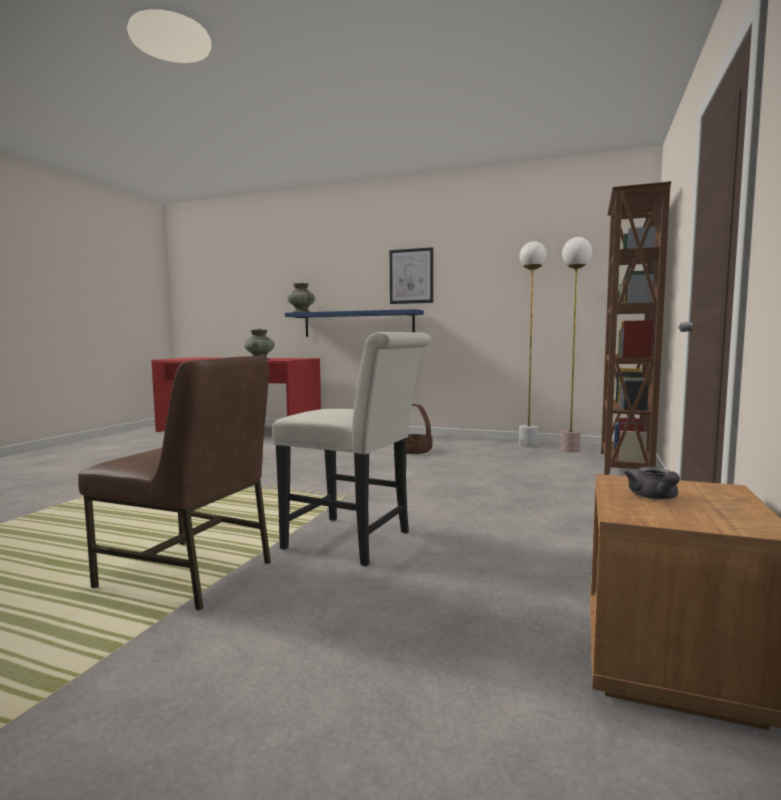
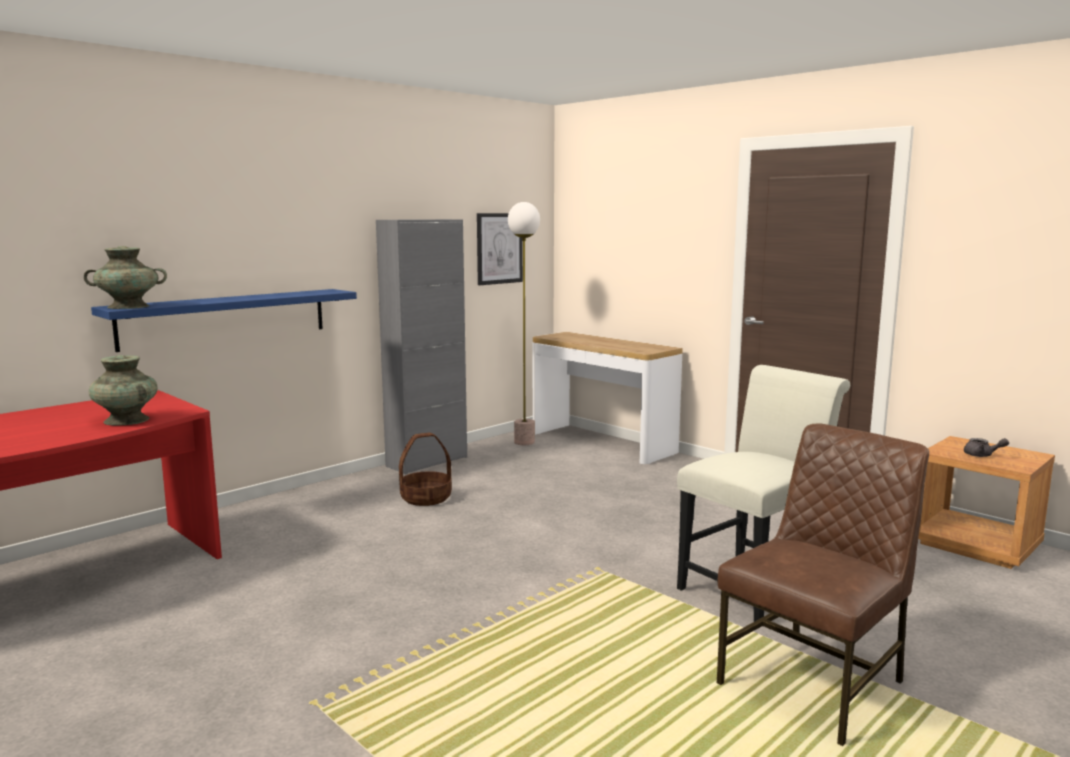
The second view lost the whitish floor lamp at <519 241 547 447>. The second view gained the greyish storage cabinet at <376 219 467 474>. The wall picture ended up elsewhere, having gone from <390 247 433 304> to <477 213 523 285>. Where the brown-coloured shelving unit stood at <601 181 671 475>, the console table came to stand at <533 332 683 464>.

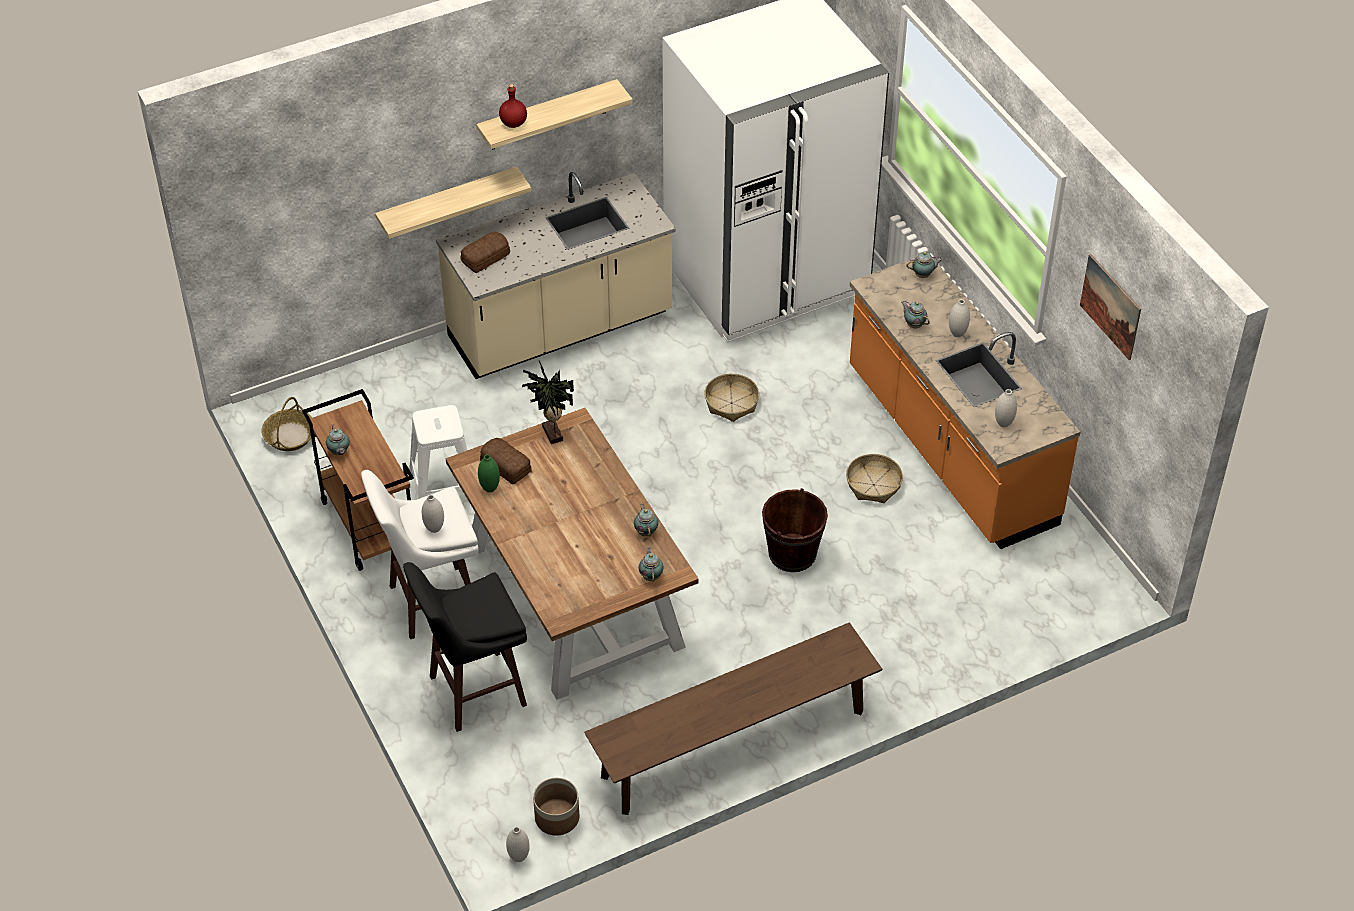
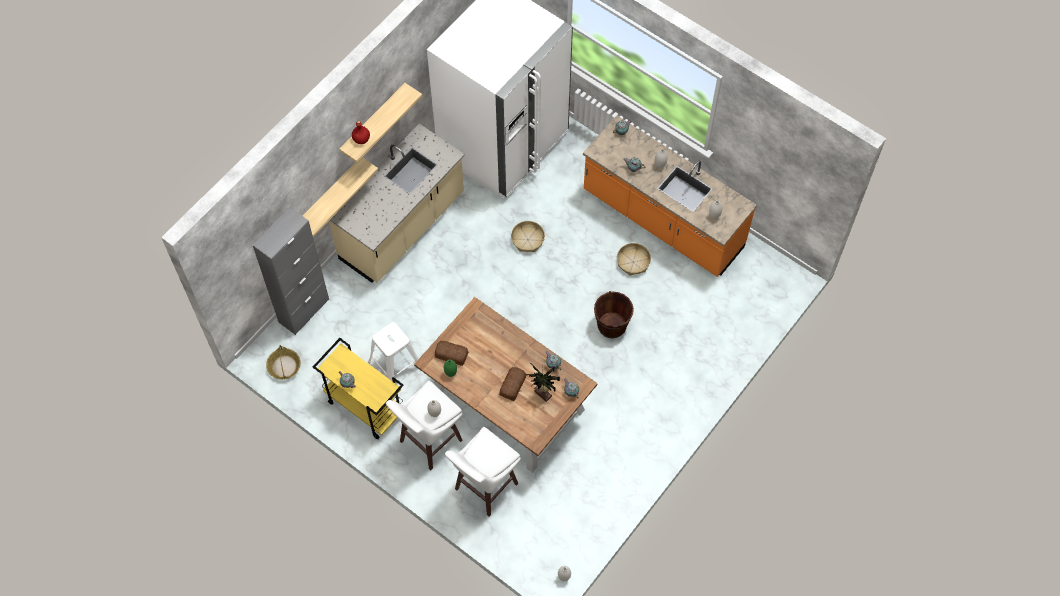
The second view lost the flower pot at <533 778 579 836>. The second view lost the brown-coloured long seat at <584 622 882 815>. The second view lost the wall picture at <1080 254 1141 360>. The second view gained the greyish storage cabinet at <253 208 329 335>. The bakery bread ended up elsewhere, having gone from <460 232 510 273> to <499 367 526 401>. The plant in a pot ended up elsewhere, having gone from <522 361 574 444> to <526 363 560 402>. What was the brown-coloured cart at <302 389 414 571> turned into the yellow cart at <313 338 404 439>. What was the blackish sitting stool at <403 562 527 732> turned into the whitish sitting stool at <445 427 521 517>.

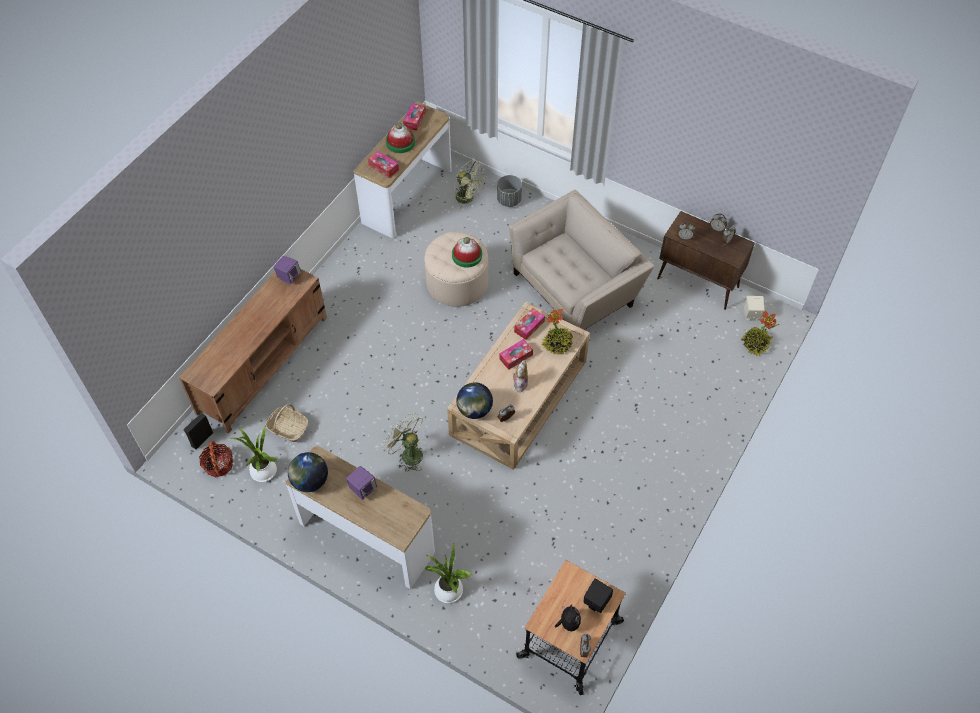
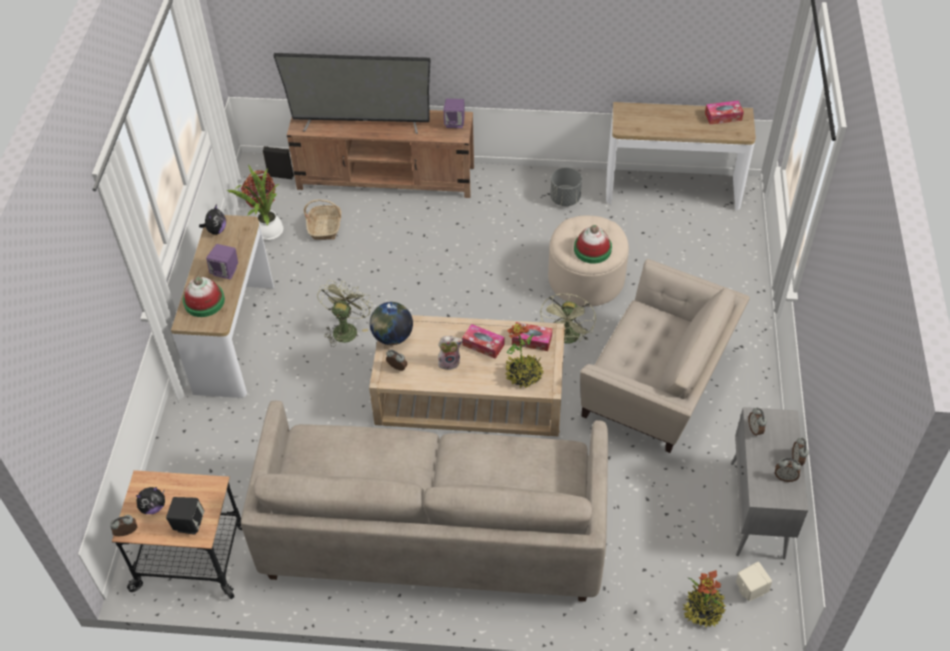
The second view lost the tissue box at <368 151 399 178>. The second view lost the plant in a pot at <425 544 472 603>. The second view gained the beige settee at <241 401 608 602>. The second view gained the television at <273 53 431 134>. The clothing hat ended up elsewhere, having gone from <386 123 415 153> to <183 276 225 317>. The greenish cooling fan ended up elsewhere, having gone from <454 160 487 209> to <540 294 596 344>. The greyish flower pot ended up elsewhere, having gone from <497 175 522 207> to <550 168 582 206>. Where the desk globe stood at <288 452 328 492>, the plush toy came to stand at <199 204 226 235>. What was the brown-coloured storage cabinet at <657 211 755 310> turned into the greyish storage cabinet at <731 407 808 560>.

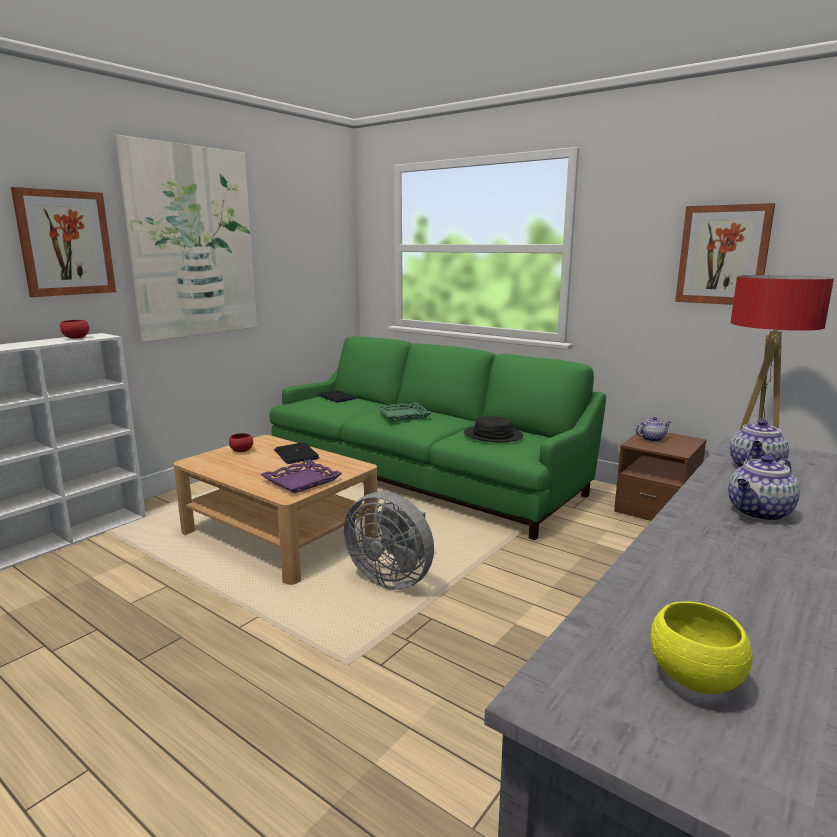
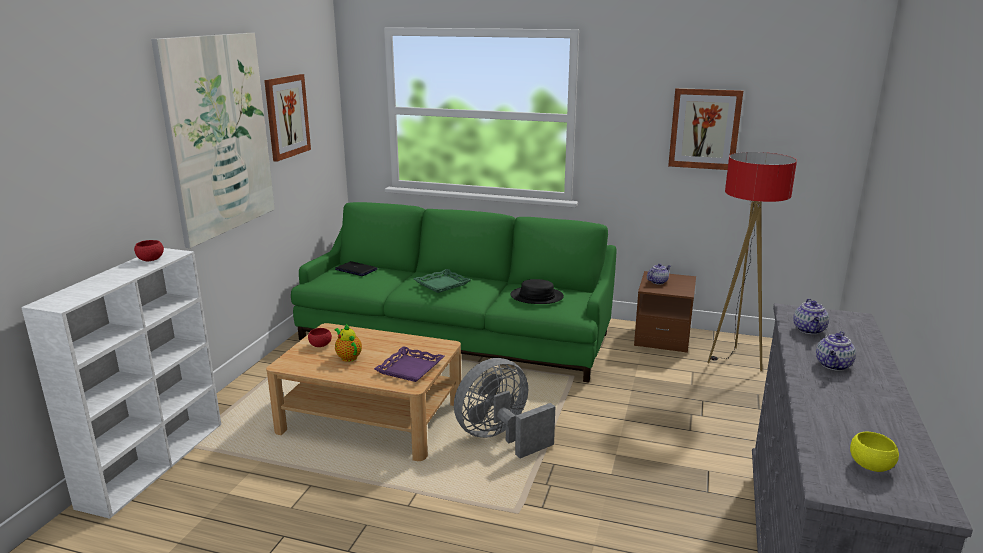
The second view lost the notebook computer at <274 442 319 464>. The second view gained the tea pot at <335 324 362 362>. The wall picture ended up elsewhere, having gone from <11 187 116 297> to <264 74 311 162>. The greyish cooling fan at <344 492 434 590> ended up facing another way, 135 degrees clockwise from before.

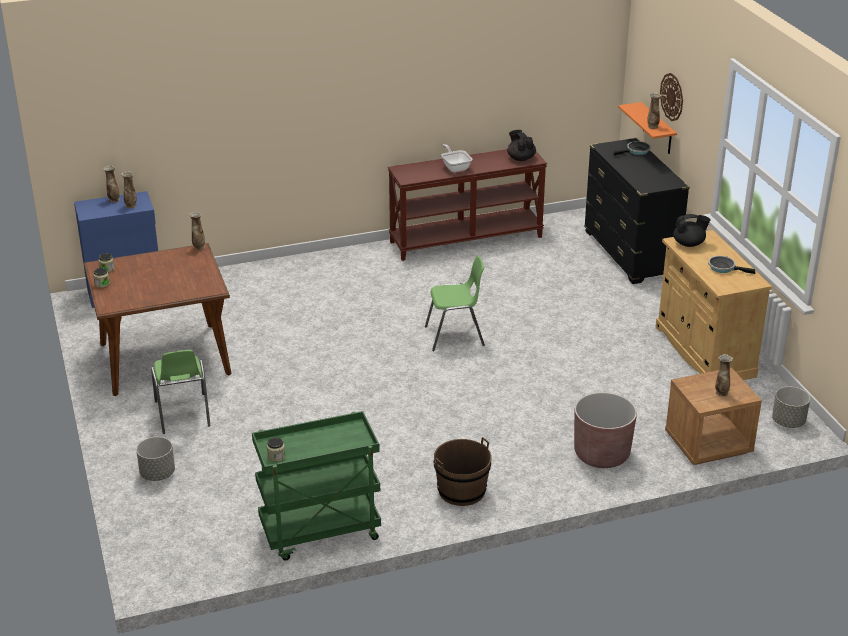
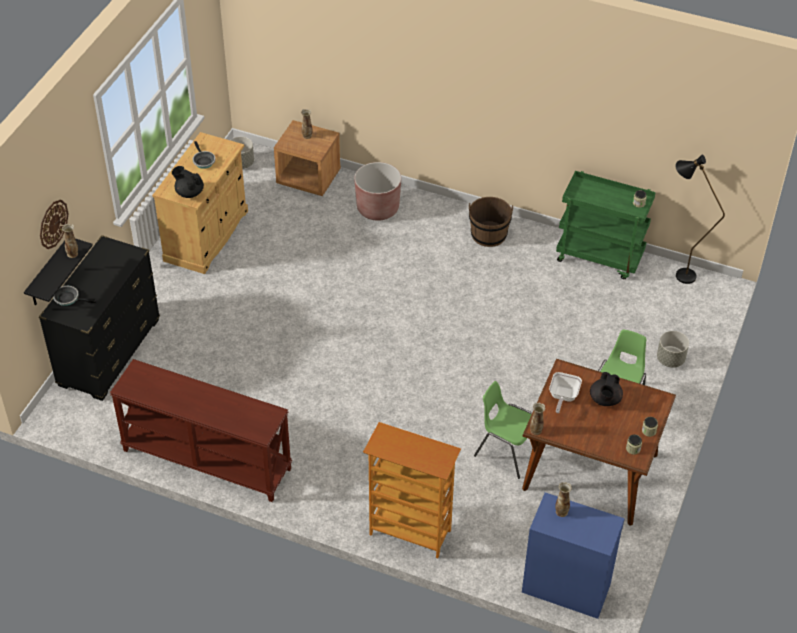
The second view lost the vase at <103 165 120 203>. The second view gained the shelving unit at <363 422 461 558>. The second view gained the blackish floor lamp at <676 155 725 284>. The greenish upright chair ended up elsewhere, having gone from <425 256 485 351> to <474 381 532 479>. The skillet ended up elsewhere, having gone from <441 144 472 172> to <549 372 582 413>. The blackish tea pot ended up elsewhere, having gone from <507 130 536 161> to <590 372 623 406>. What was the orangey shelf at <618 102 677 154> turned into the blackish shelf at <24 239 93 305>.

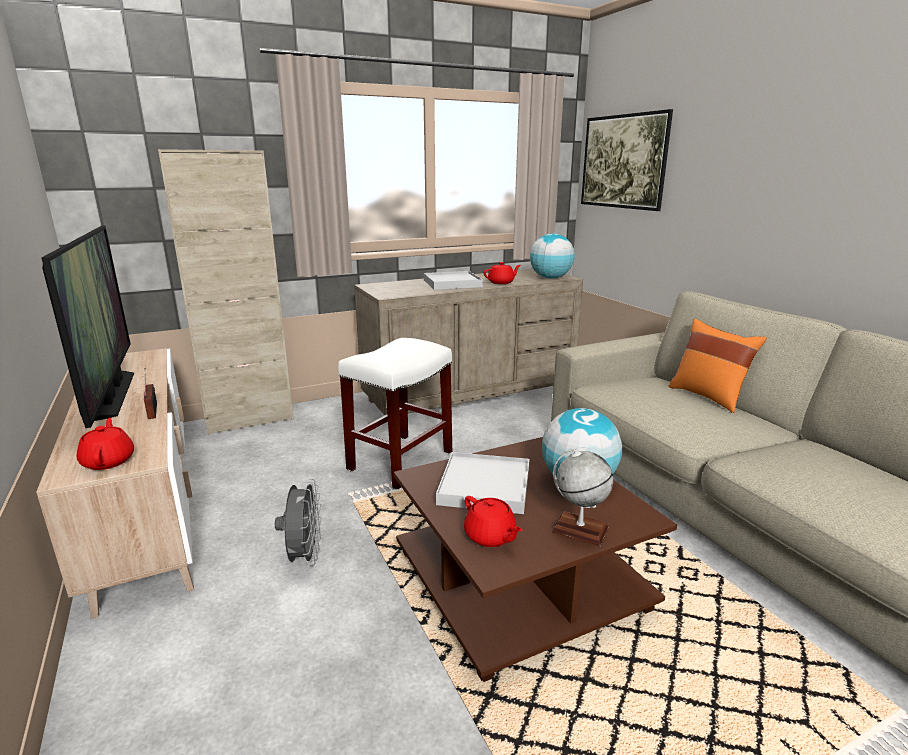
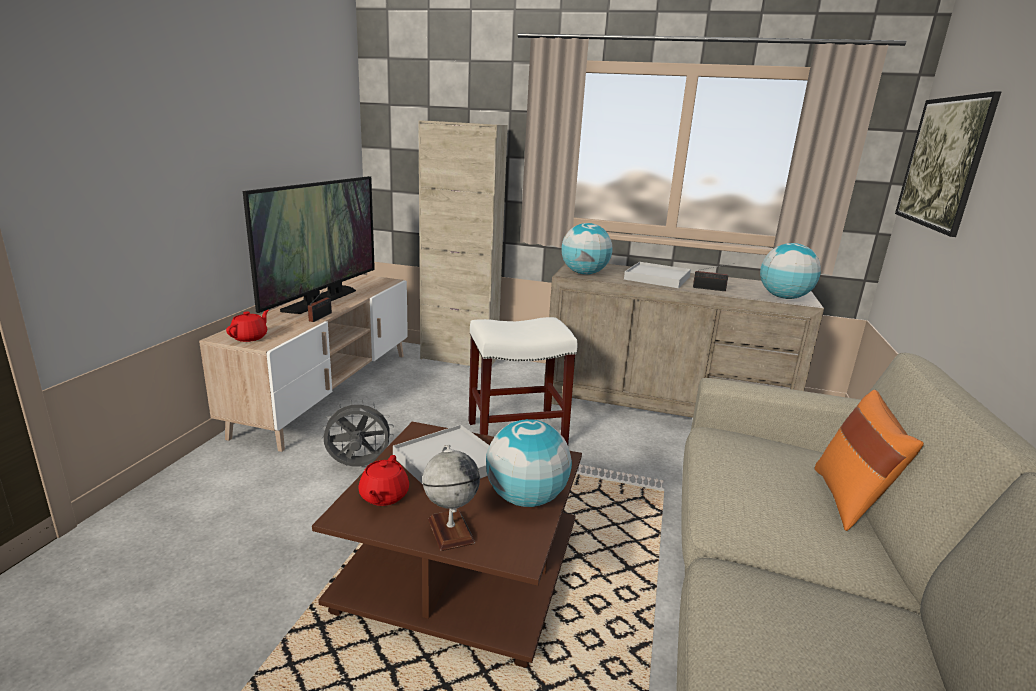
The second view gained the desk globe at <562 223 612 275>. Where the red tea pot stood at <484 262 520 284>, the radio set came to stand at <693 263 733 291>. The greyish cooling fan at <275 479 322 566> ended up facing another way, 135 degrees counterclockwise from before.

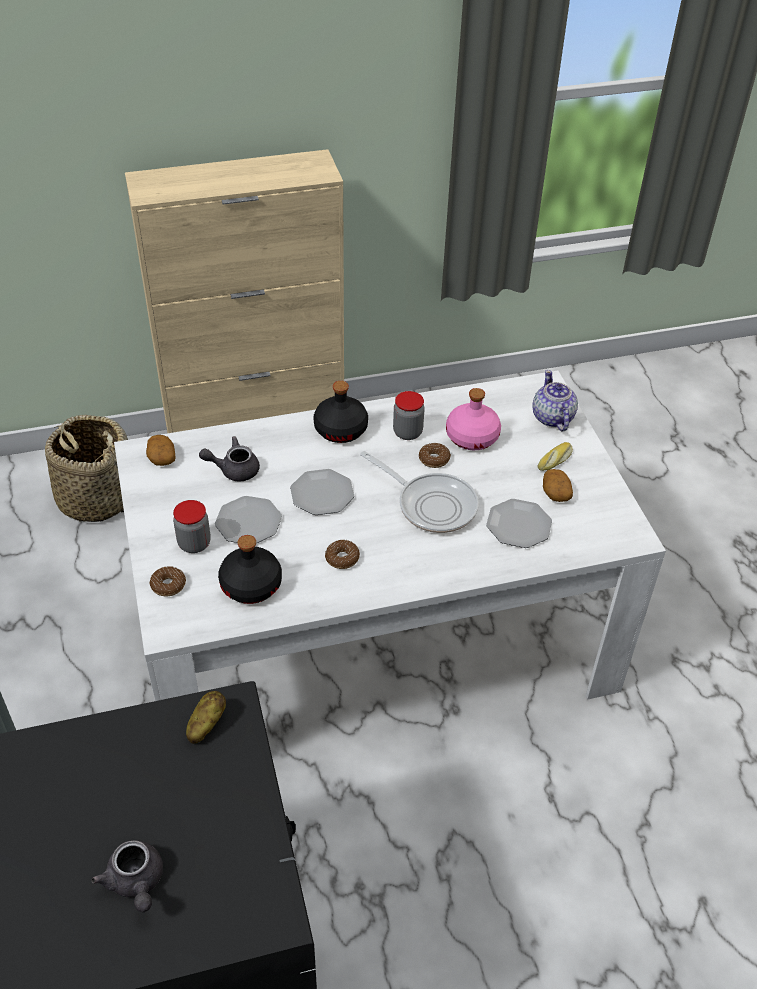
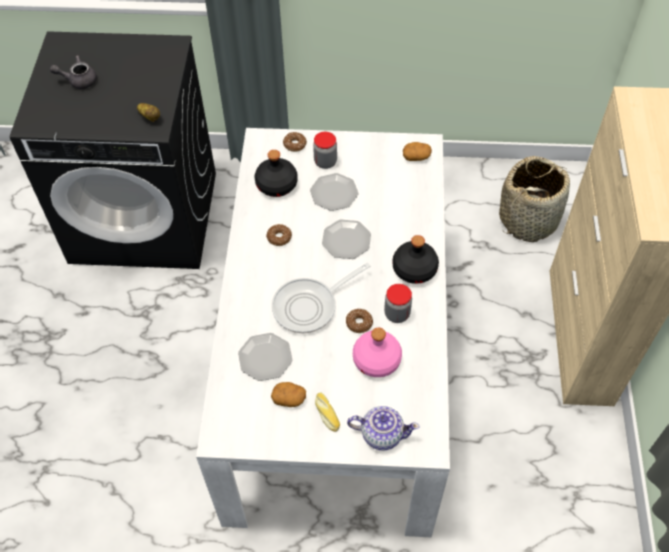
The second view lost the greyish tea pot at <199 436 260 481>.

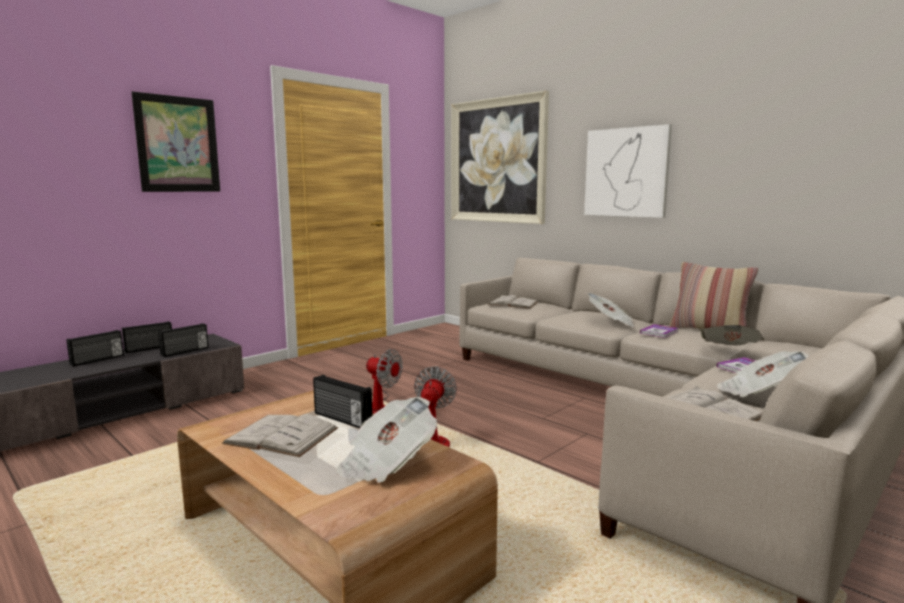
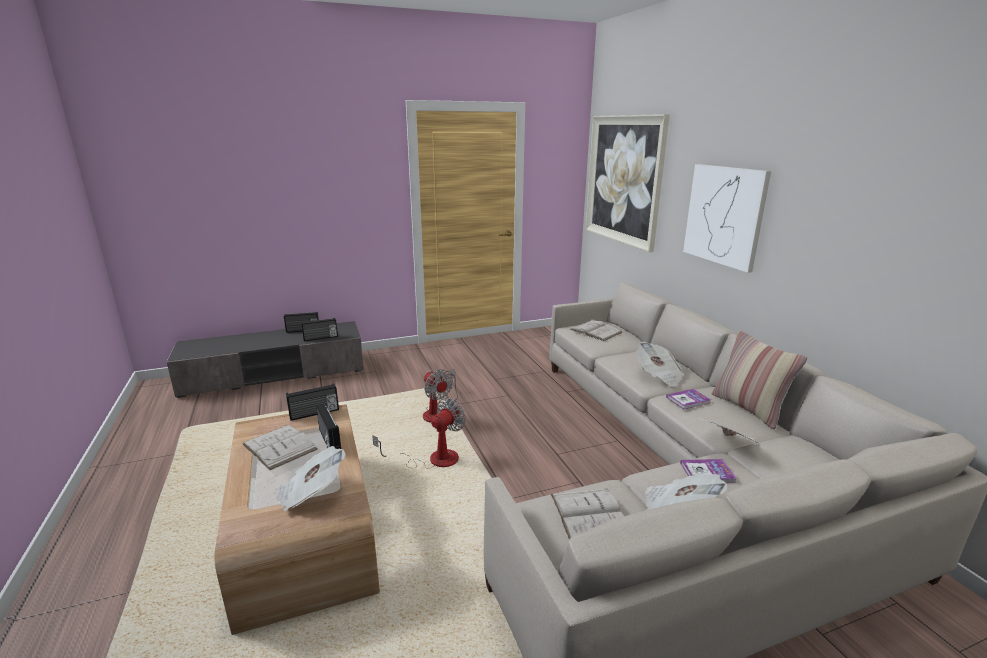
The second view lost the wall picture at <131 91 220 192>. The radio set ended up elsewhere, having gone from <67 330 124 366> to <286 384 339 421>.

